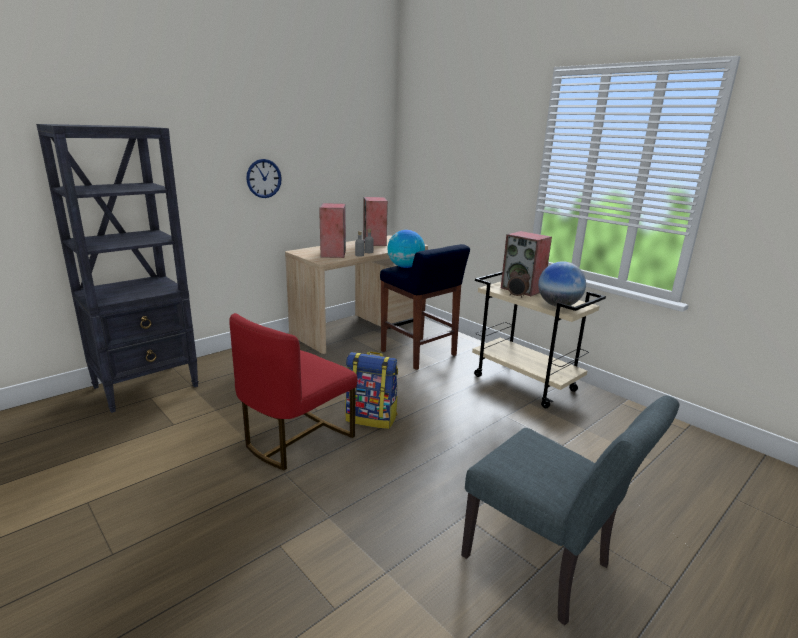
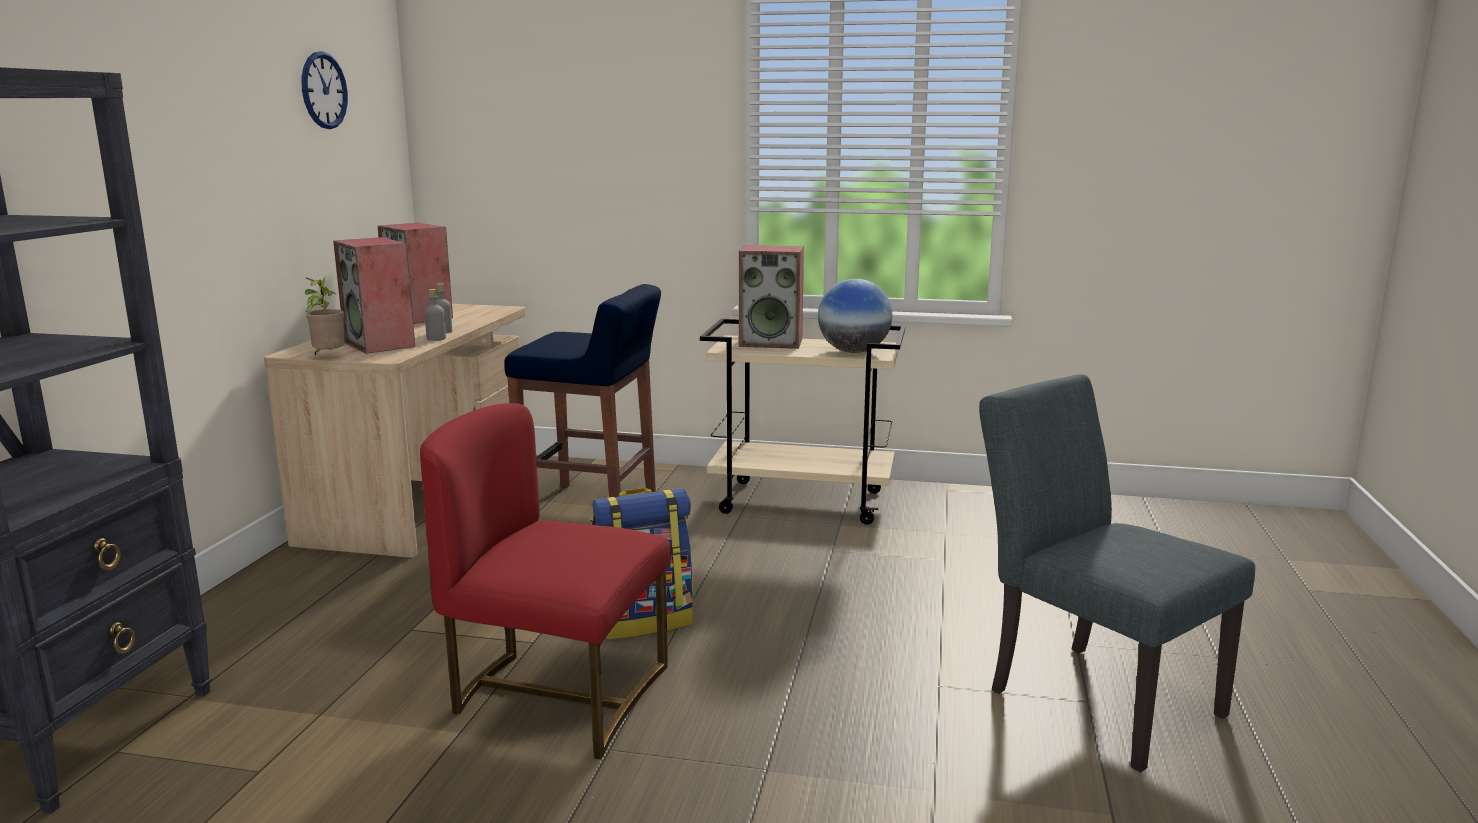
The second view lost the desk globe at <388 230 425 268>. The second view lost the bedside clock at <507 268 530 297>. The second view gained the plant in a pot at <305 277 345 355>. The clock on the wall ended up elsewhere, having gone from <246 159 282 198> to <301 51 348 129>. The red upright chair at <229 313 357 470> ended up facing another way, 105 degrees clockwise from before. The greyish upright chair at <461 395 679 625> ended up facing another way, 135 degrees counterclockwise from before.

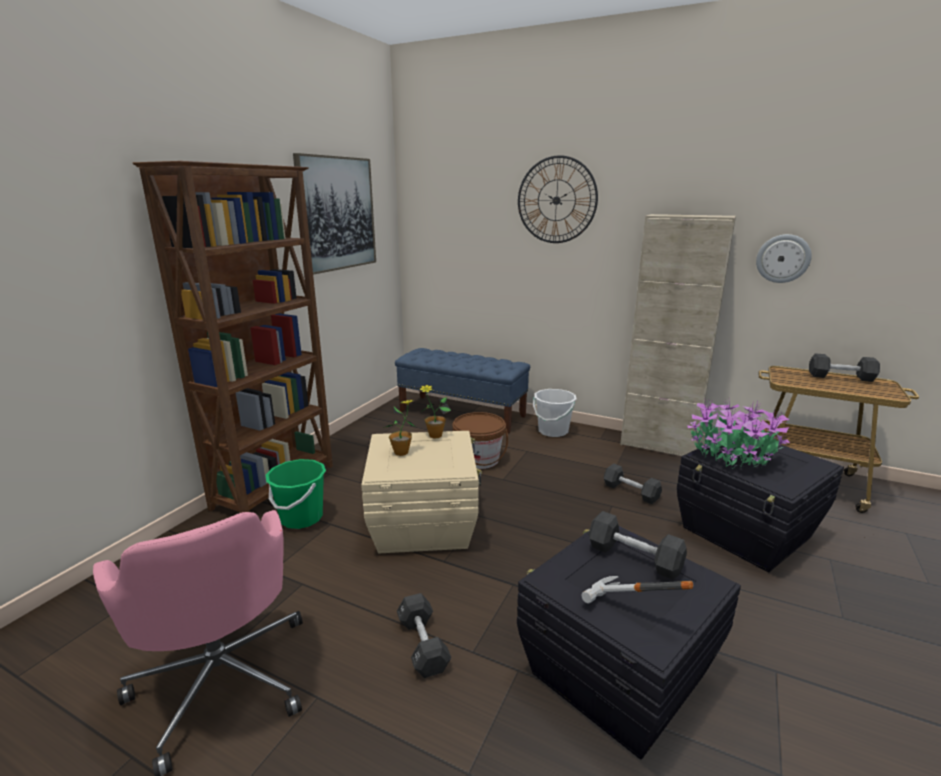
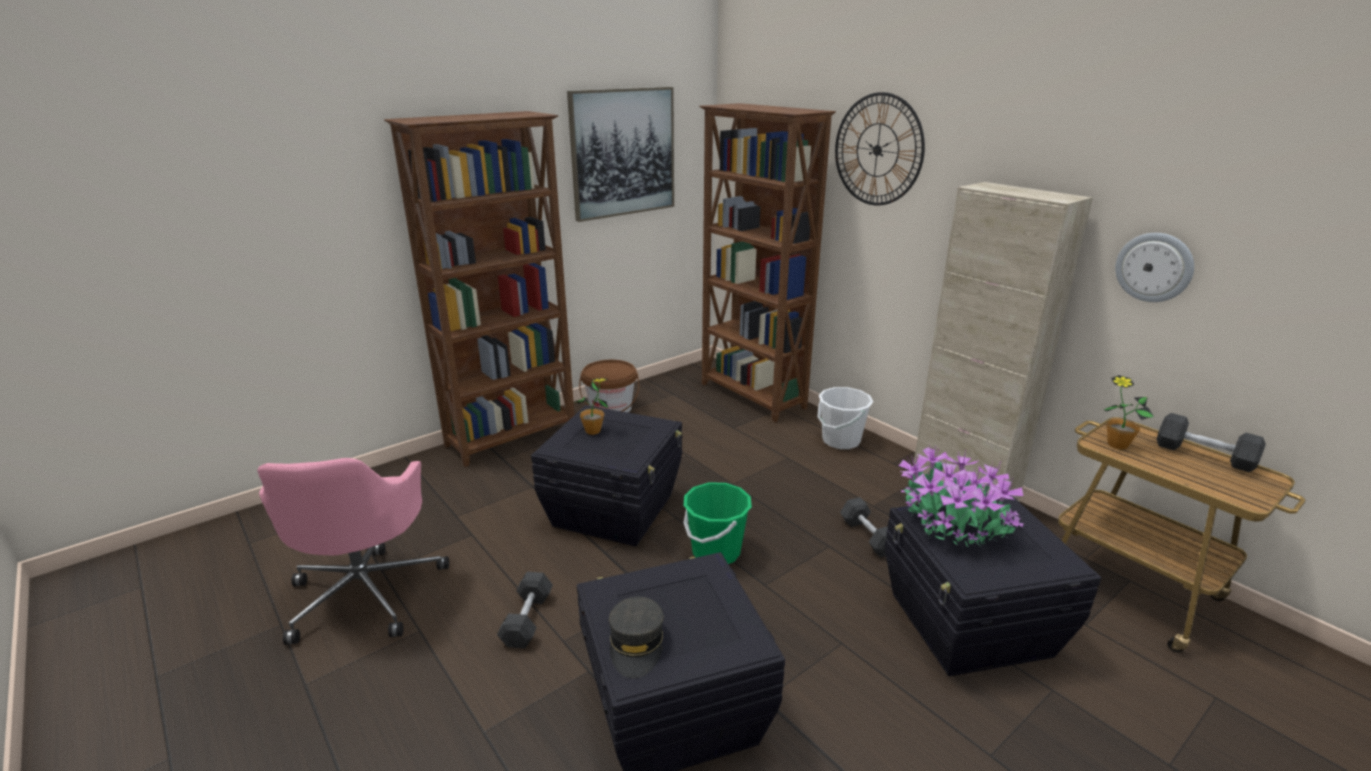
The second view lost the blackish dumbbell at <589 511 687 580>. The greenish water bucket ended up elsewhere, having gone from <266 459 326 529> to <683 483 752 564>. The plant in a pot ended up elsewhere, having gone from <419 384 451 438> to <1103 375 1154 450>. The brown-coloured water bucket ended up elsewhere, having gone from <452 412 508 469> to <579 360 639 413>. Where the blue long seat stood at <395 348 530 433>, the brown-coloured shelving unit came to stand at <699 103 836 422>. Where the tool hammer stood at <581 576 693 604>, the greyish cap came to stand at <609 596 663 678>. What was the beige storage bin at <361 431 482 553> turned into the blackish storage bin at <531 405 682 546>.

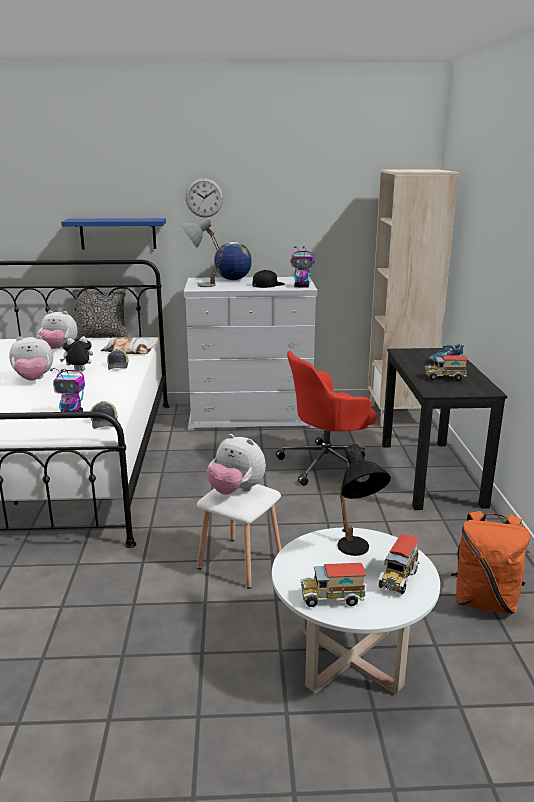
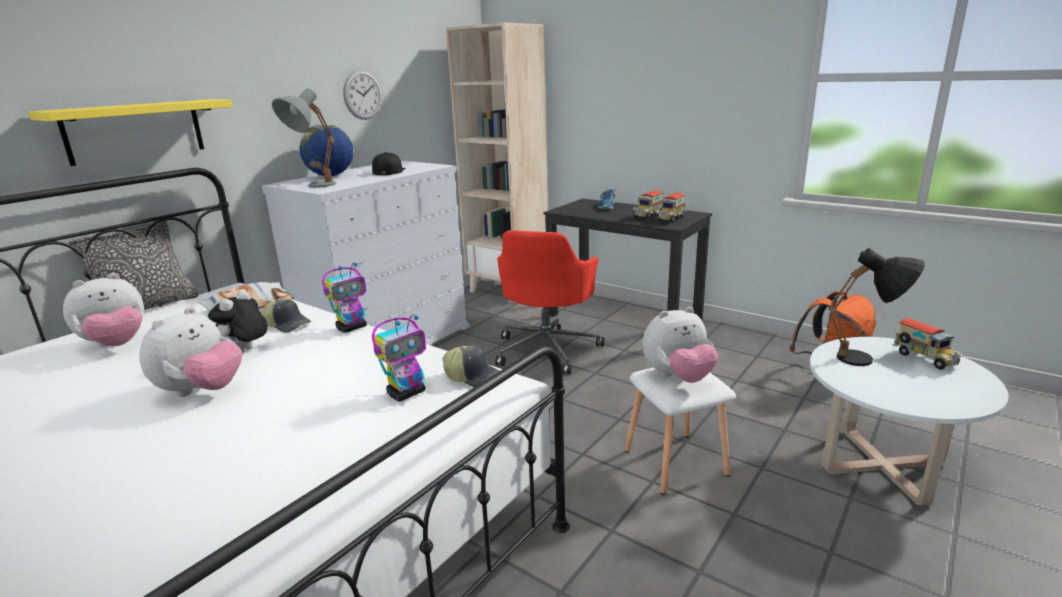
The clock on the wall ended up elsewhere, having gone from <185 178 223 217> to <343 70 382 120>. The model robot ended up elsewhere, having gone from <290 246 315 288> to <322 263 367 333>. The toy lorry ended up elsewhere, having gone from <300 563 366 607> to <656 193 686 222>. What was the blue shelf at <61 218 166 250> turned into the yellow shelf at <28 99 233 166>.

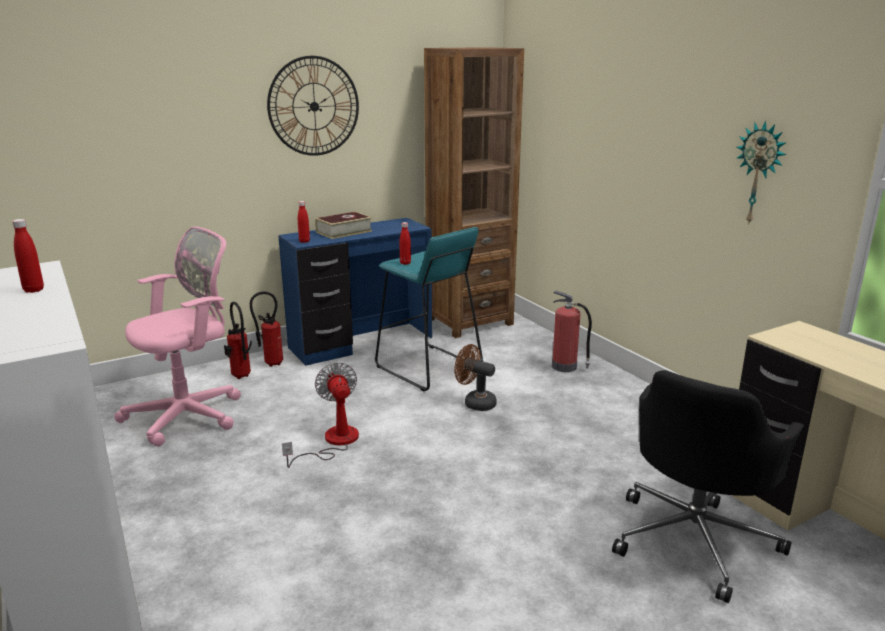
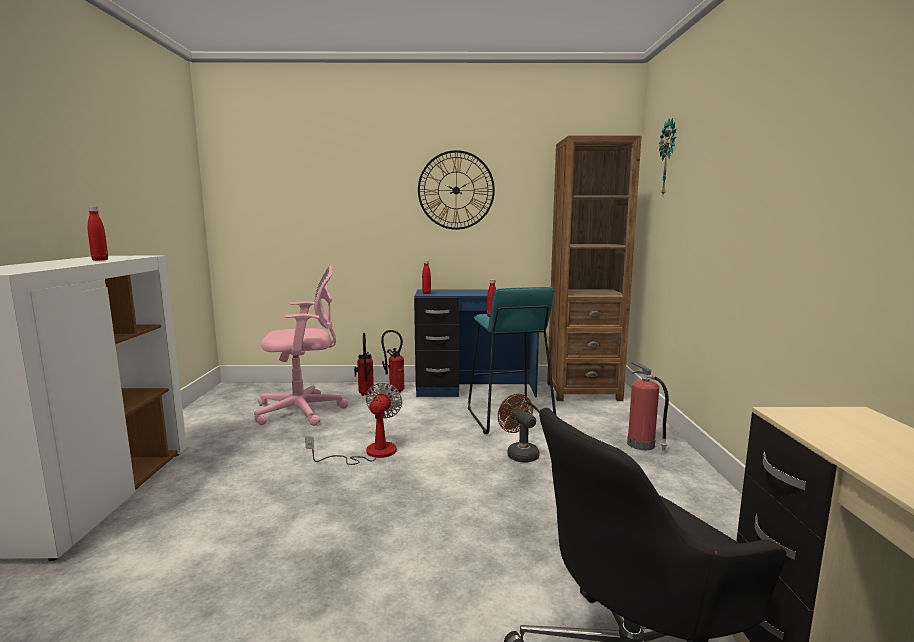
The second view lost the book at <315 212 372 239>. The clock on the wall ended up elsewhere, having gone from <737 120 787 225> to <659 118 676 195>.

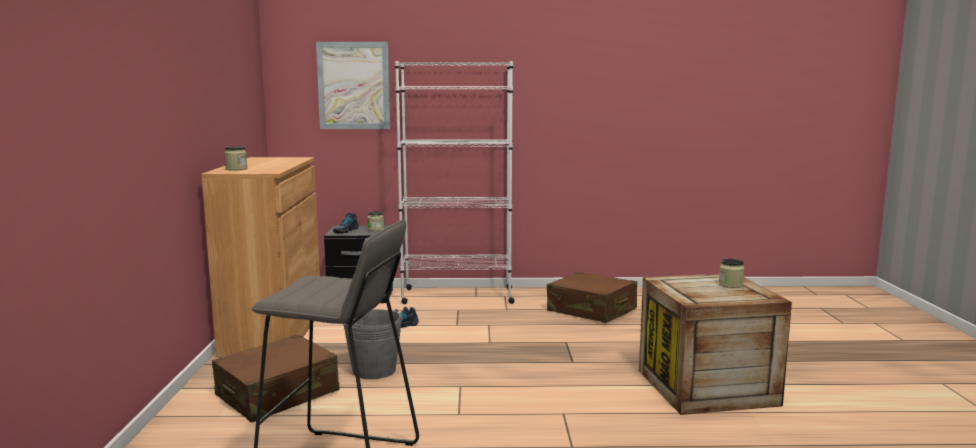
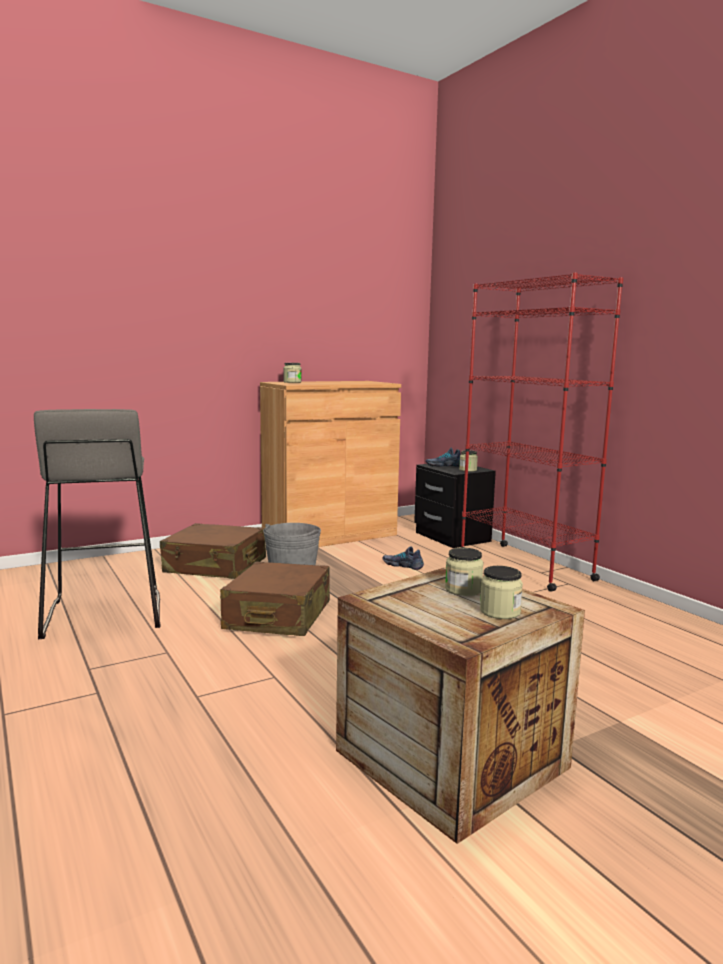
The second view lost the wall picture at <316 42 390 129>. The second view gained the jar at <445 547 484 596>. The brown-coloured travel case ended up elsewhere, having gone from <547 272 637 323> to <220 562 330 636>. What was the whitish shelving unit at <395 61 515 304> turned into the red shelving unit at <461 272 623 592>.

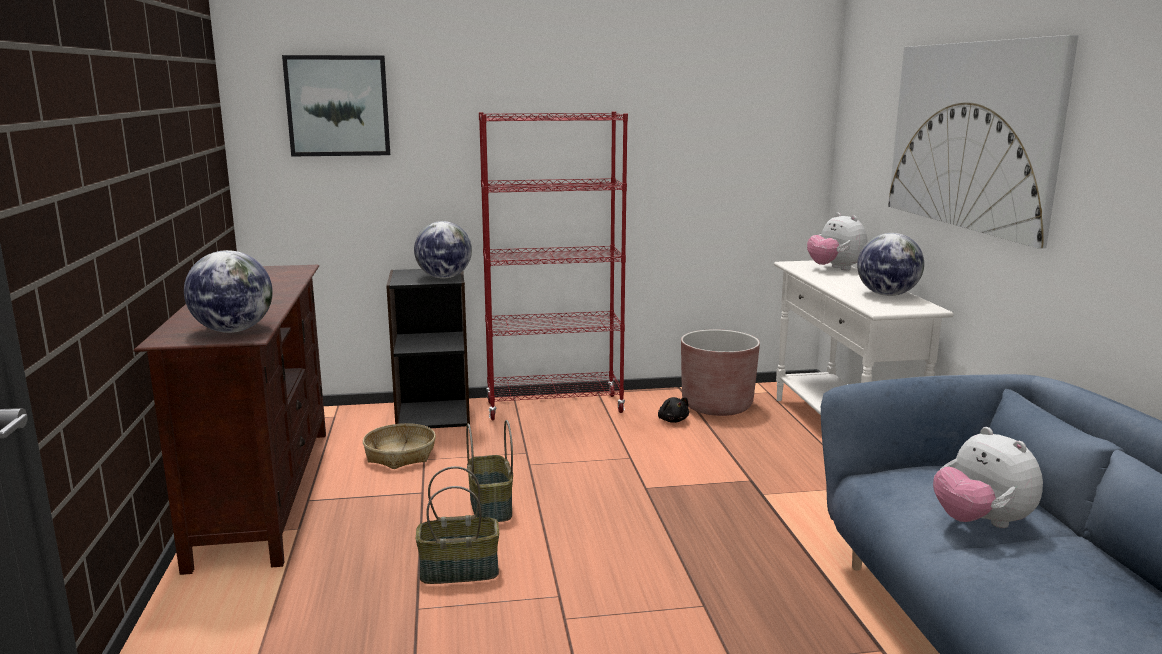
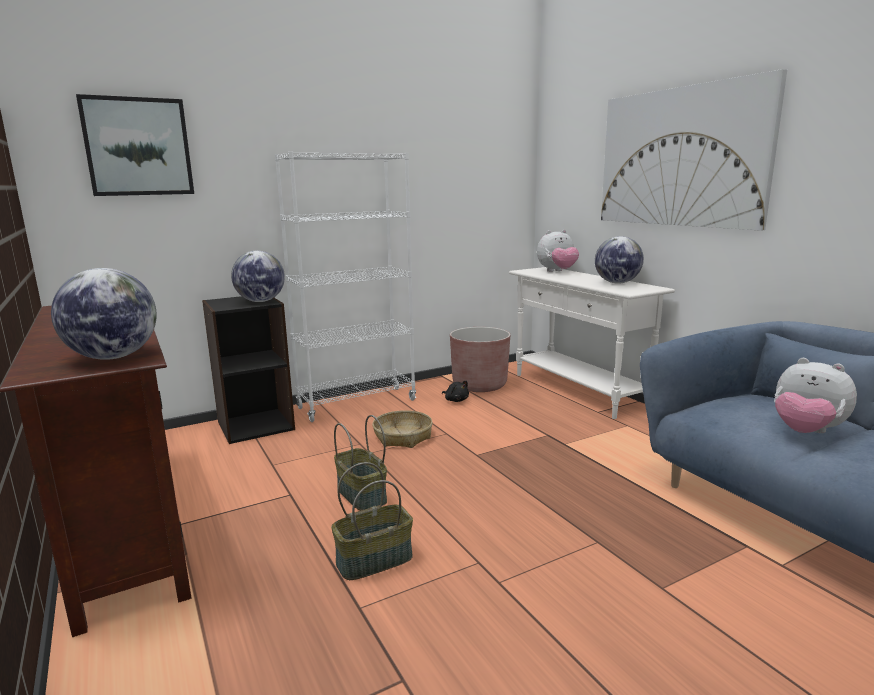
The storage basket ended up elsewhere, having gone from <363 423 436 469> to <373 410 433 448>. What was the red shelving unit at <479 112 628 420> turned into the whitish shelving unit at <275 151 416 422>. The plush toy at <807 212 867 270> ended up facing another way, 60 degrees counterclockwise from before.

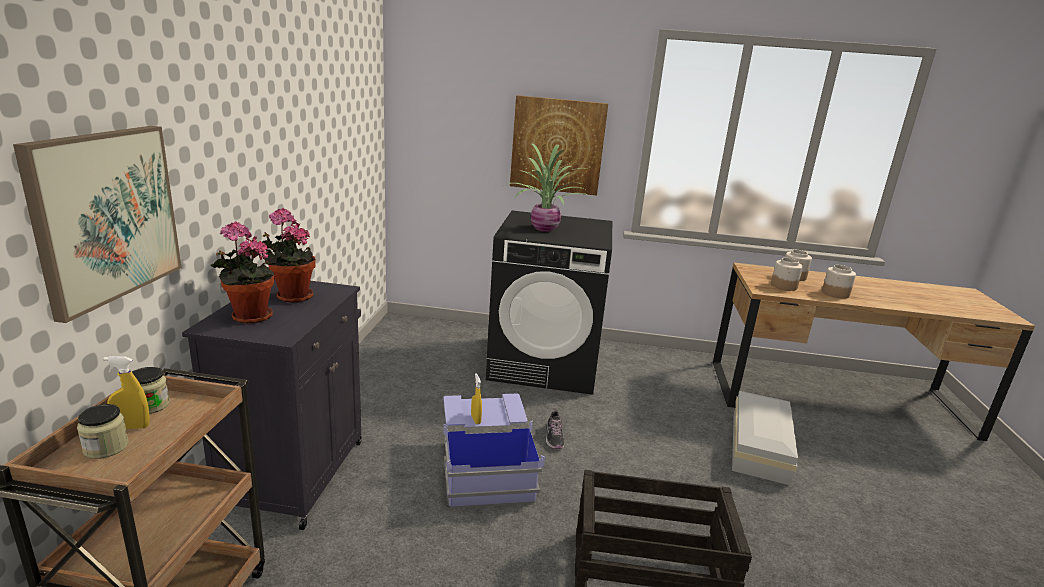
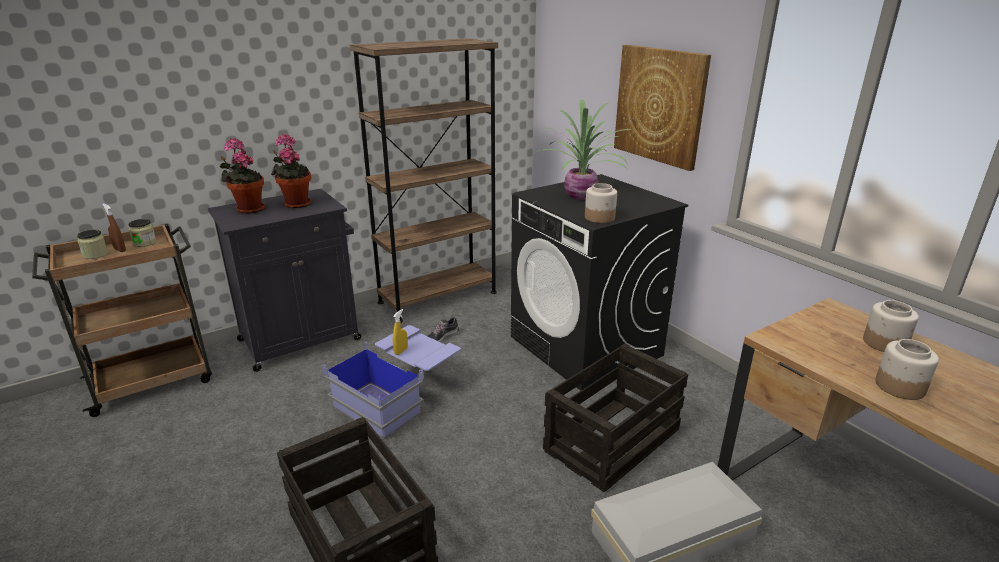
The second view lost the wall picture at <13 126 182 323>. The second view gained the brown-coloured shelving unit at <350 38 498 323>. The second view gained the crate at <543 344 688 492>. The shoe ended up elsewhere, having gone from <546 408 564 449> to <427 315 459 342>. The jar ended up elsewhere, having gone from <771 258 803 291> to <585 183 617 223>. What was the yellow hand sprayer at <103 356 150 429> turned into the brown-coloured hand sprayer at <102 203 126 252>.

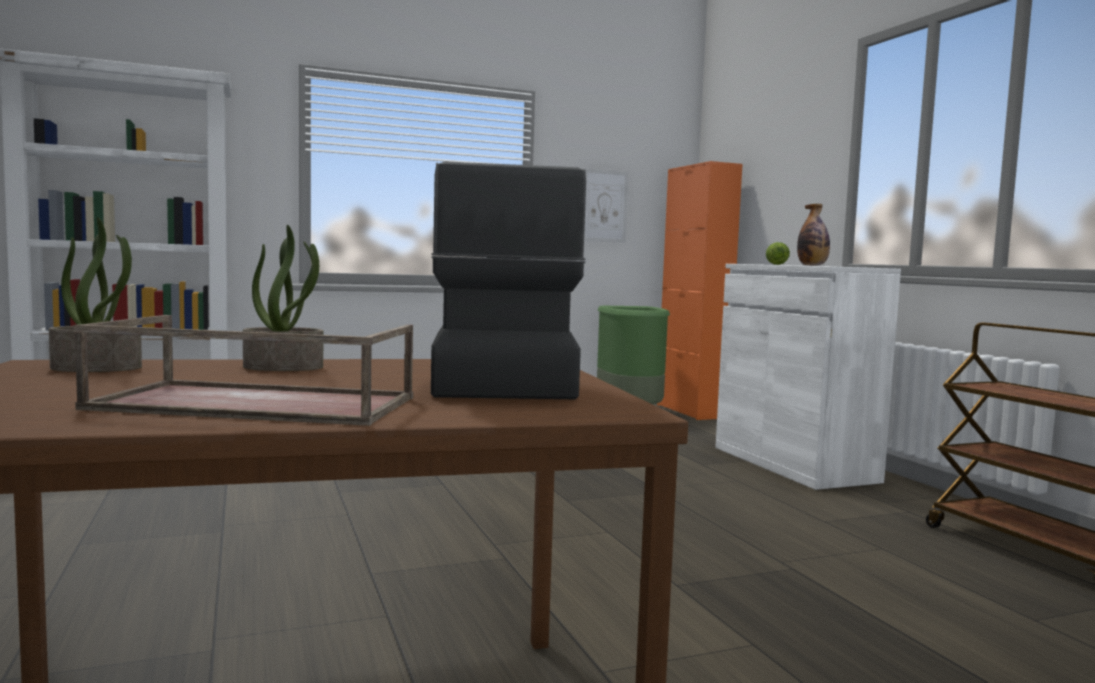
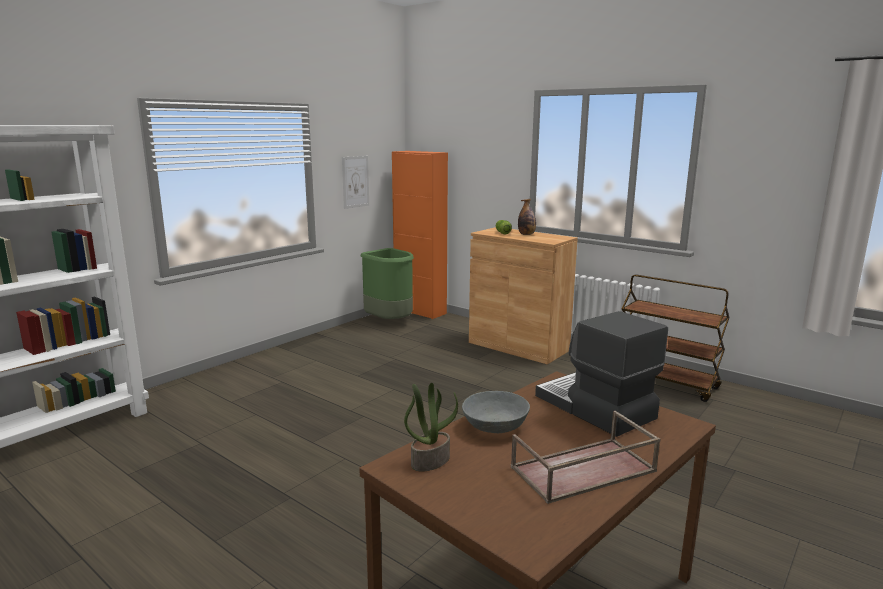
Where the plant in a pot stood at <243 225 323 371>, the greyish serving bowl came to stand at <462 391 530 433>. What was the whitish storage cabinet at <715 264 901 490> turned into the brown-coloured storage cabinet at <469 227 578 364>.

